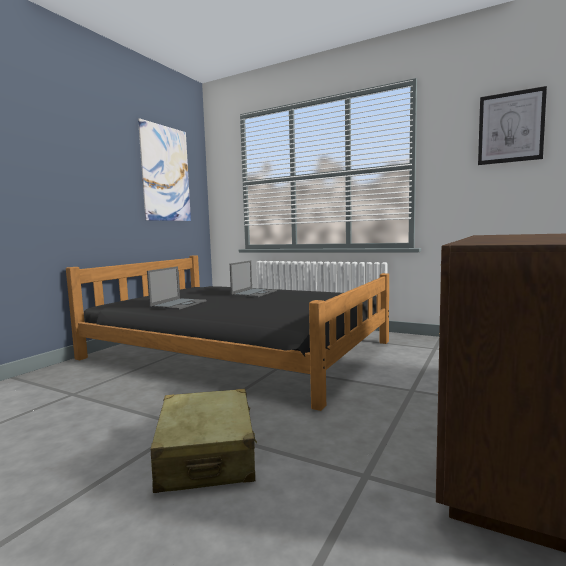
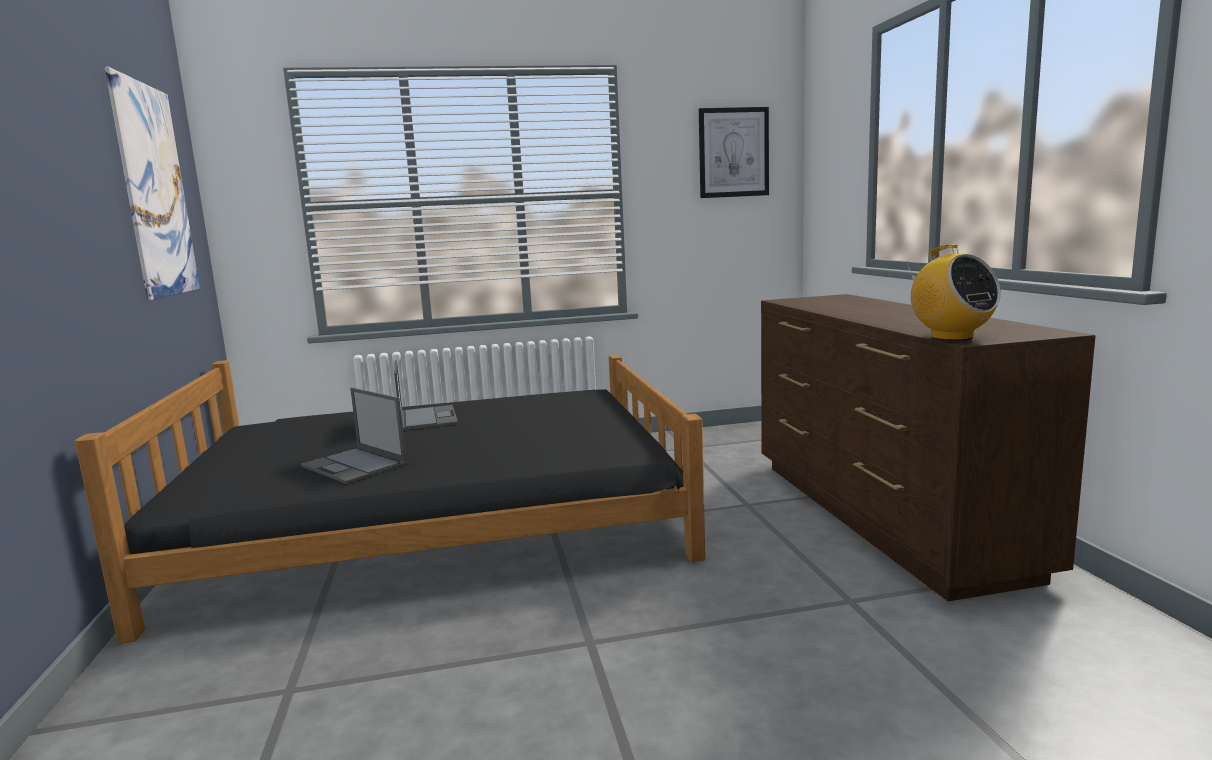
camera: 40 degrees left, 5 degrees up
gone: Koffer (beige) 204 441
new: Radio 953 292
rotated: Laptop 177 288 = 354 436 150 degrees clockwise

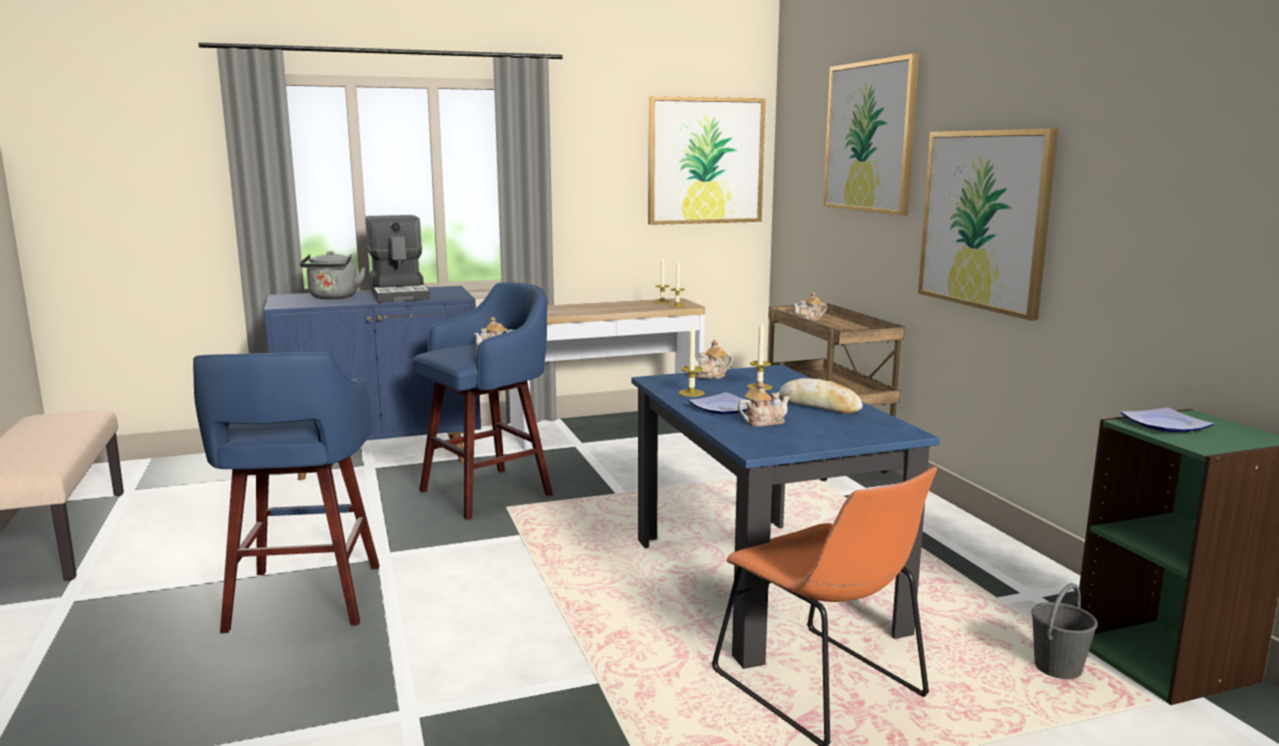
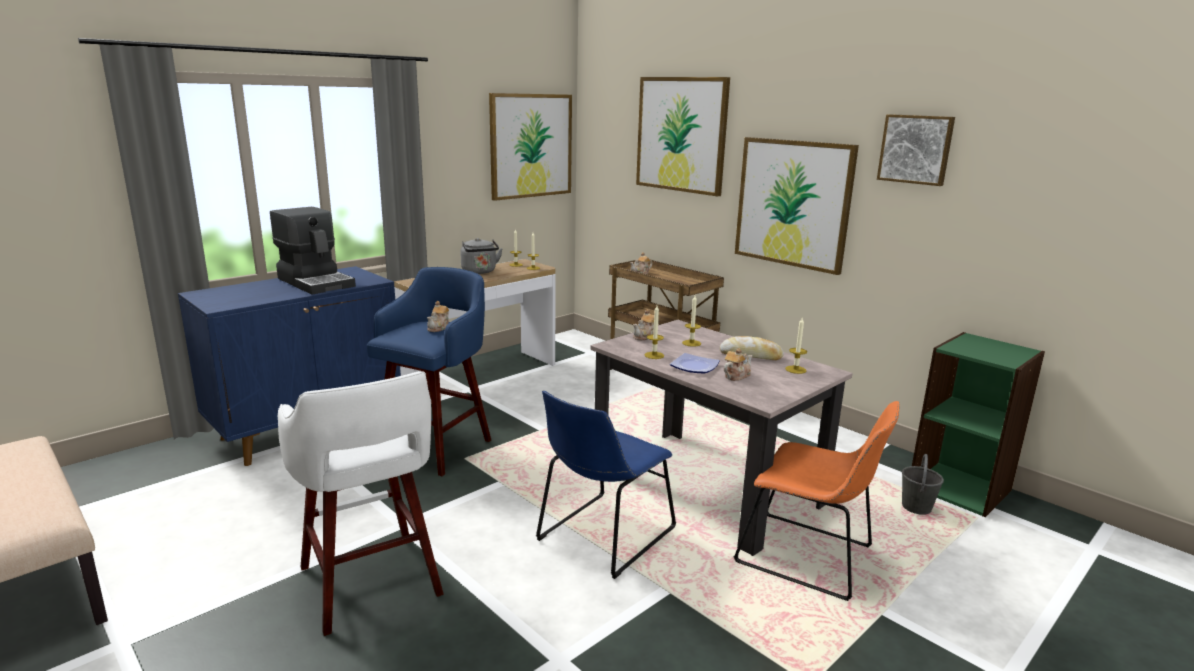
camera: 25 degrees left, 5 degrees up
gone: Teller 1167 420
new: Stuhl (blau) 606 485; Kerze 796 346; Bild 916 150
shifted: Wasserkessel (grau) 333 275 to 481 256
repainted: Hocker (blau) 286 492 to Hocker (weiß) 361 503; Esstisch (blau) 785 517 to Esstisch (beige) 721 438

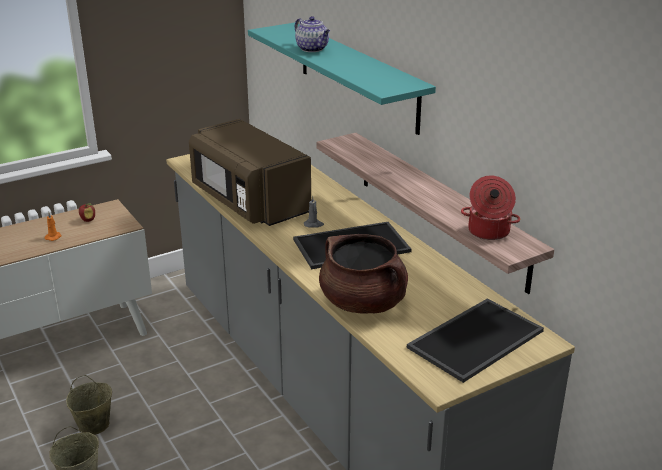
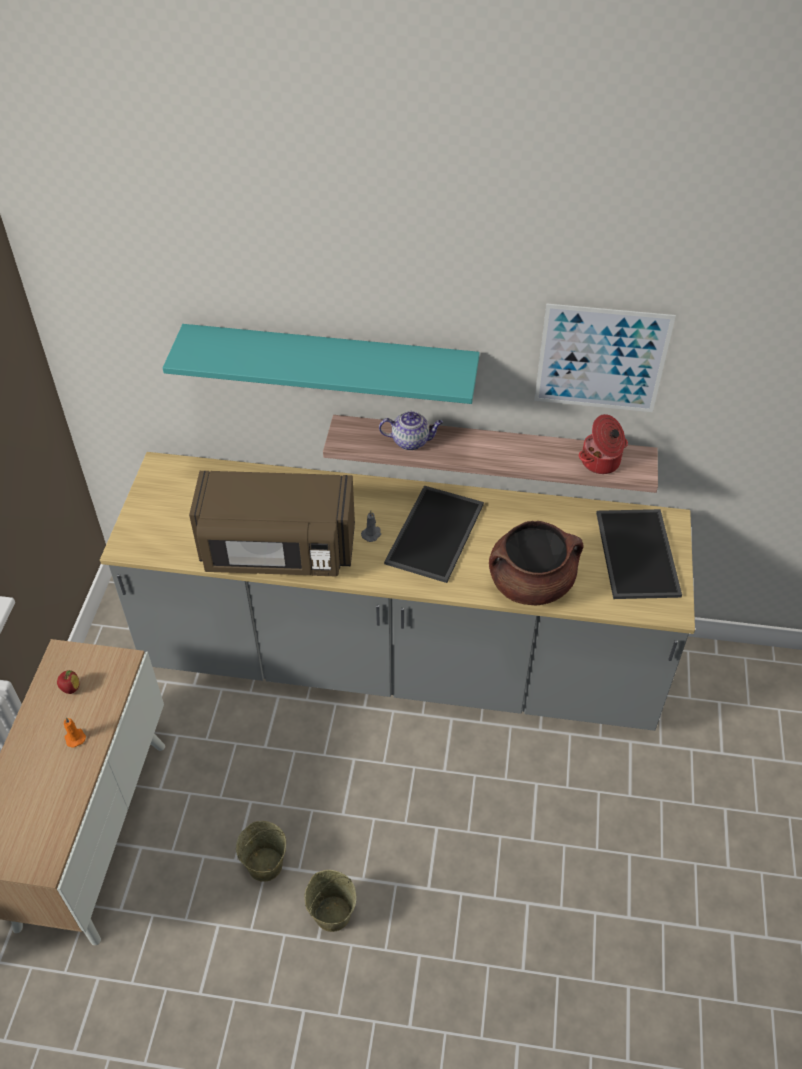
camera: 50 degrees left, 20 degrees up
new: Bild 605 357
shifted: Teekanne 312 34 to 411 430

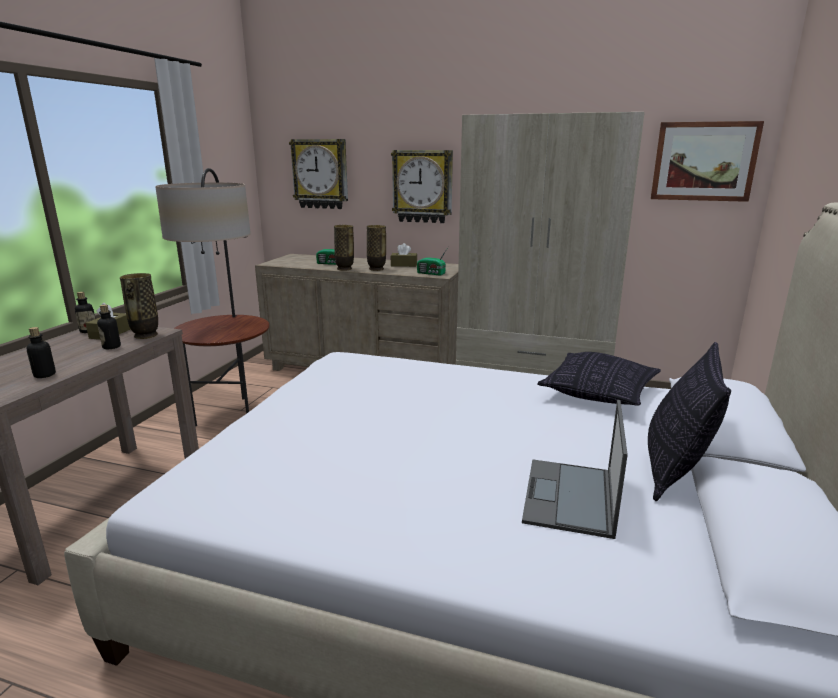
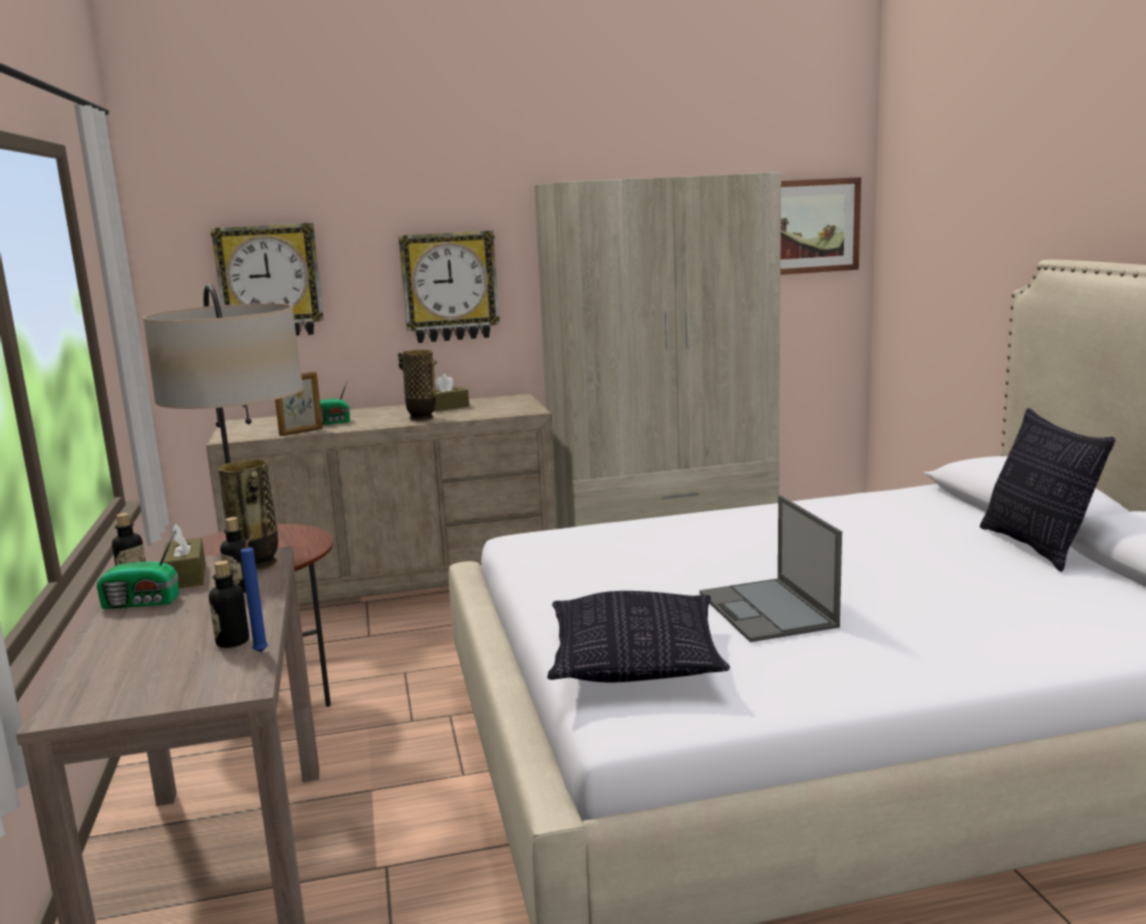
camera: 30 degrees left, 5 degrees down
gone: Vase 344 248
new: Kerze (blau) 254 593; Bilderrahmen 299 404
shifted: Radio 432 261 to 138 569; Laptop 575 469 to 770 568; Kissen 599 379 to 638 636

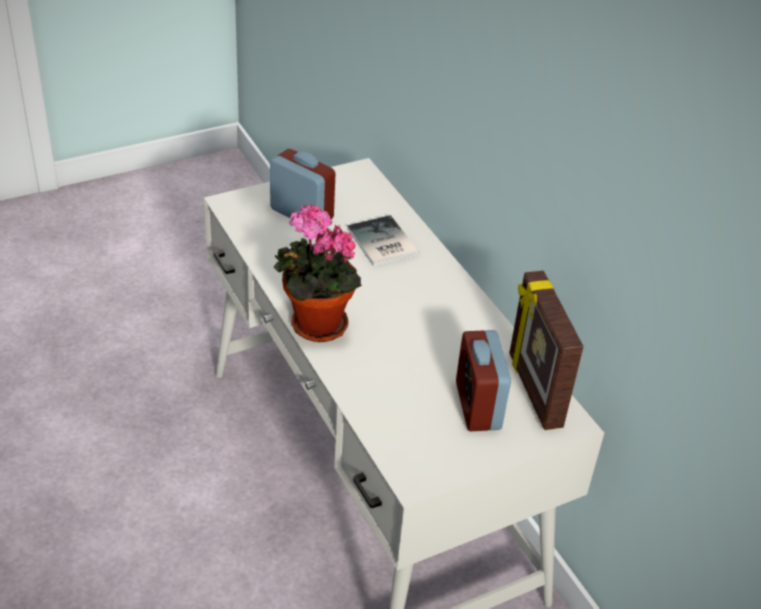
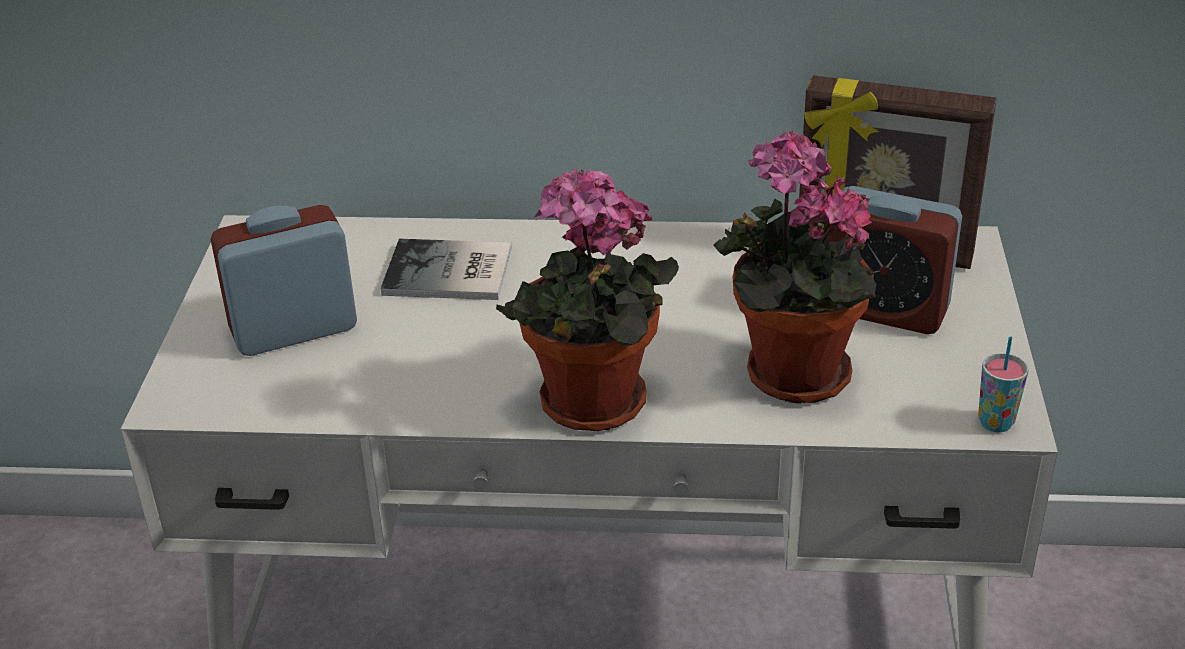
camera: 55 degrees left, 5 degrees down
new: Topfpflanze 794 267; Tasse 1003 384

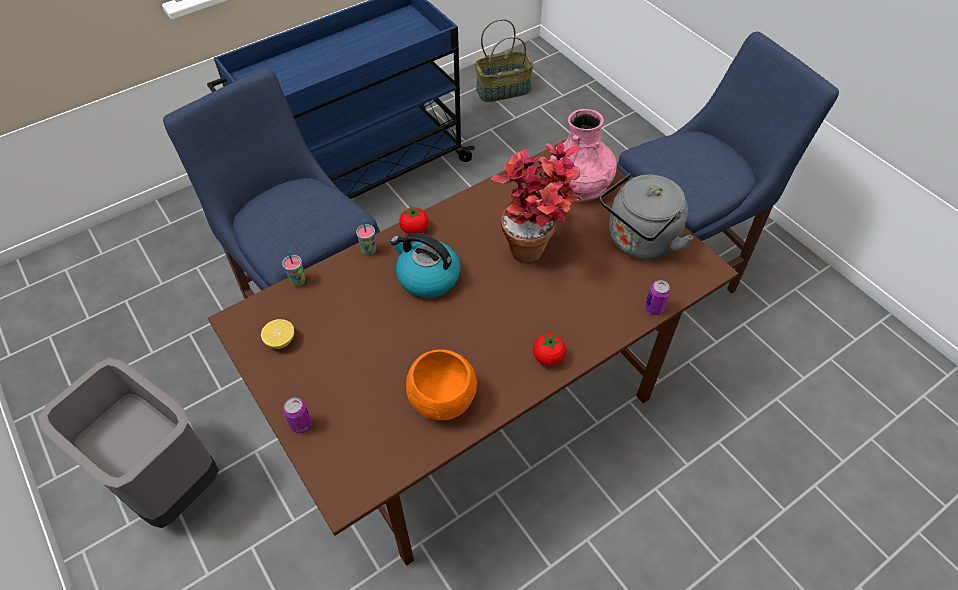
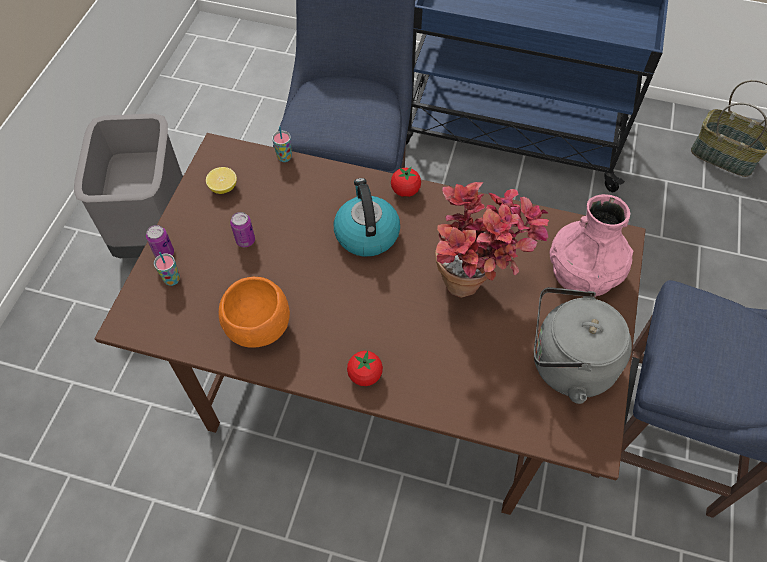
camera: 50 degrees right, 5 degrees up
shifted: Tasse 366 237 to 167 269; Dose 658 297 to 242 229

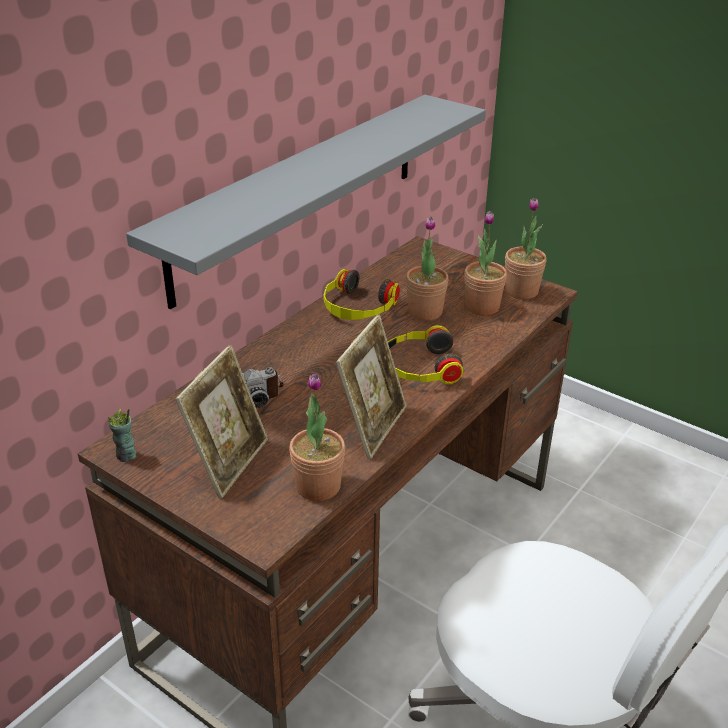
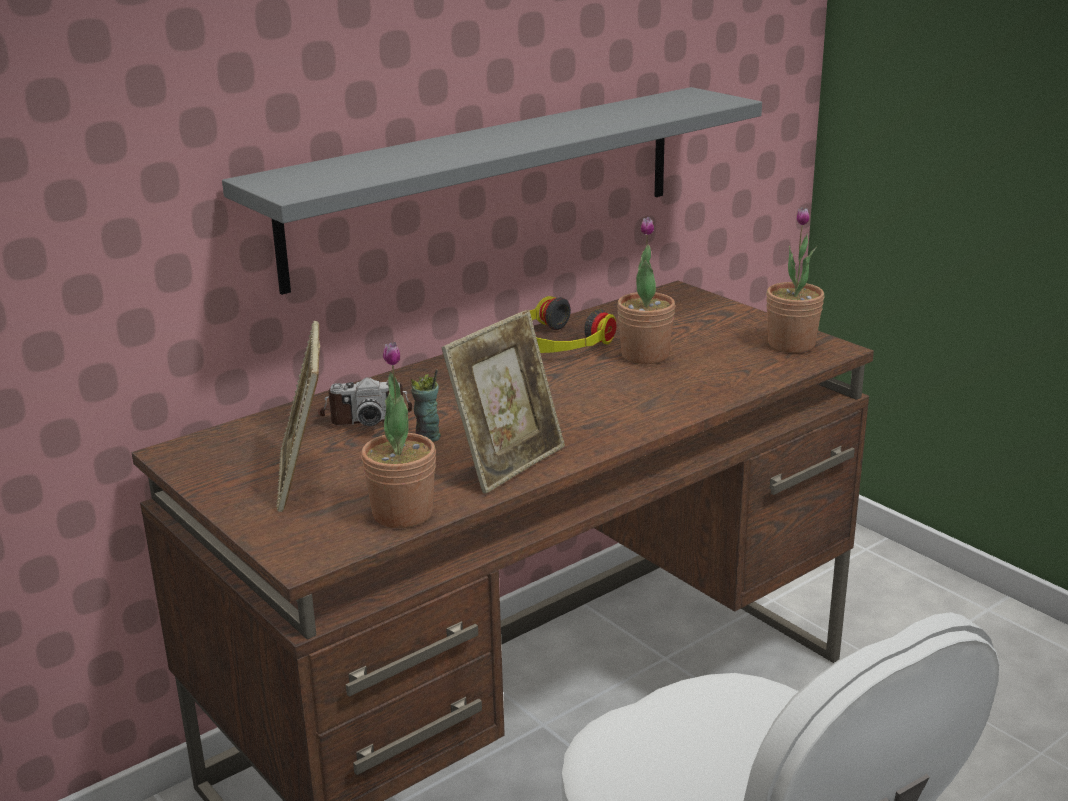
camera: 15 degrees right, 10 degrees down
gone: Kopfhörer 425 354; Topfpflanze 485 263
shifted: Tasse 122 435 to 426 405
rotated: Bilderrahmen 221 422 = 298 416 135 degrees clockwise

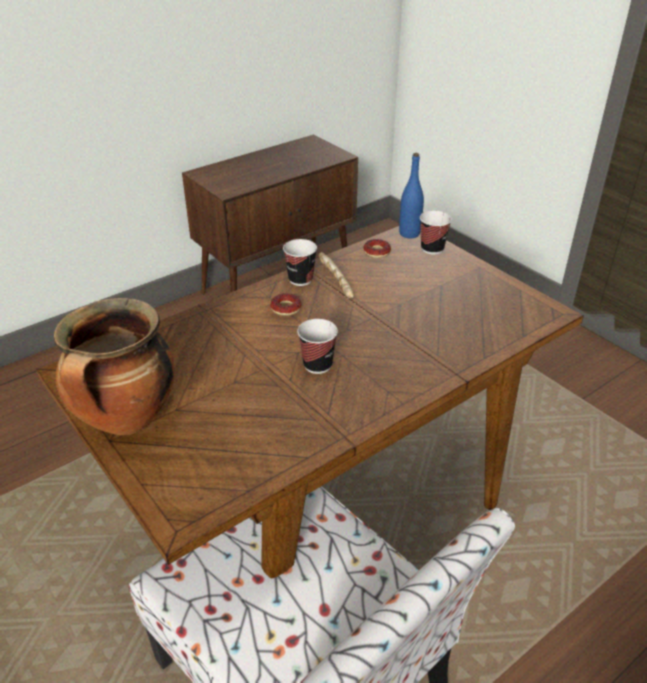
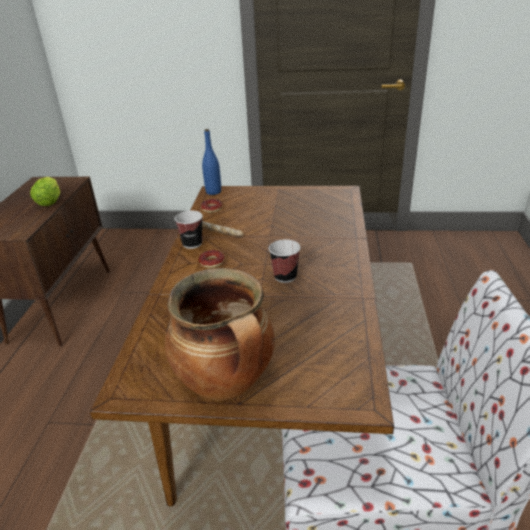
camera: 45 degrees left, 5 degrees down
gone: Tasse 436 232
new: Salatkopf 45 191

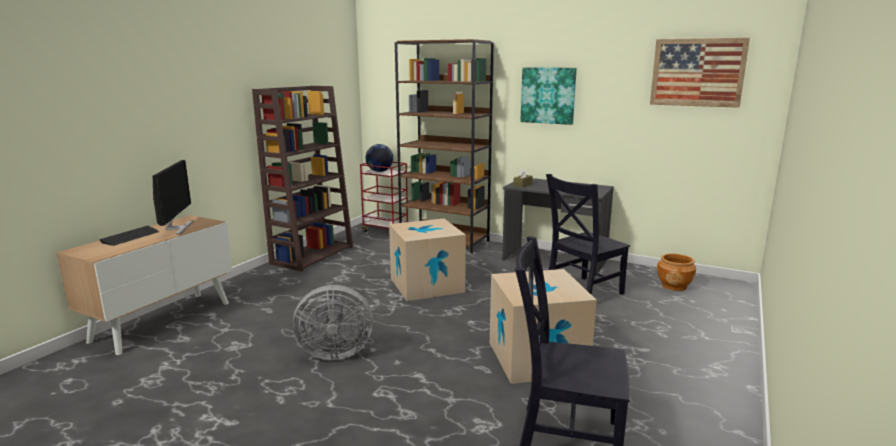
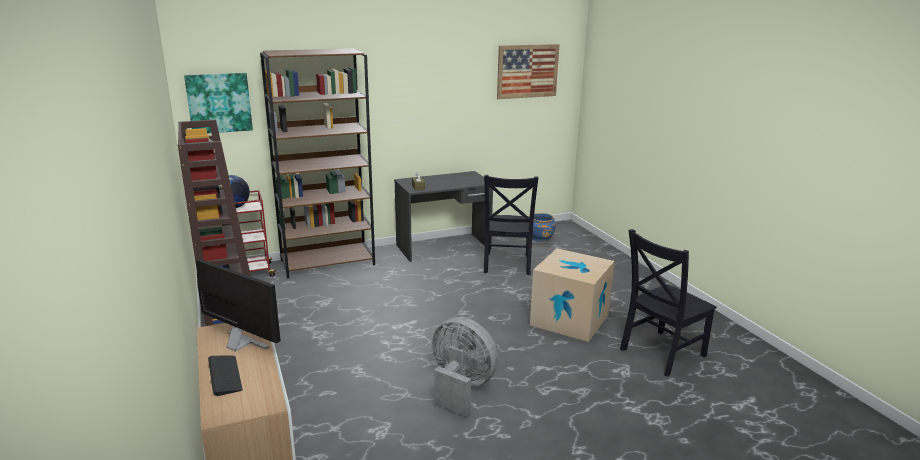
camera: 50 degrees left, 5 degrees up
gone: Karton 427 260
shifted: Bild 548 96 to 218 103
repainted: Pflanzkübel (braun) 676 272 to Pflanzkübel (blau) 544 227
rotated: Ventilator (grau) 333 322 = 465 367 90 degrees counterclockwise

